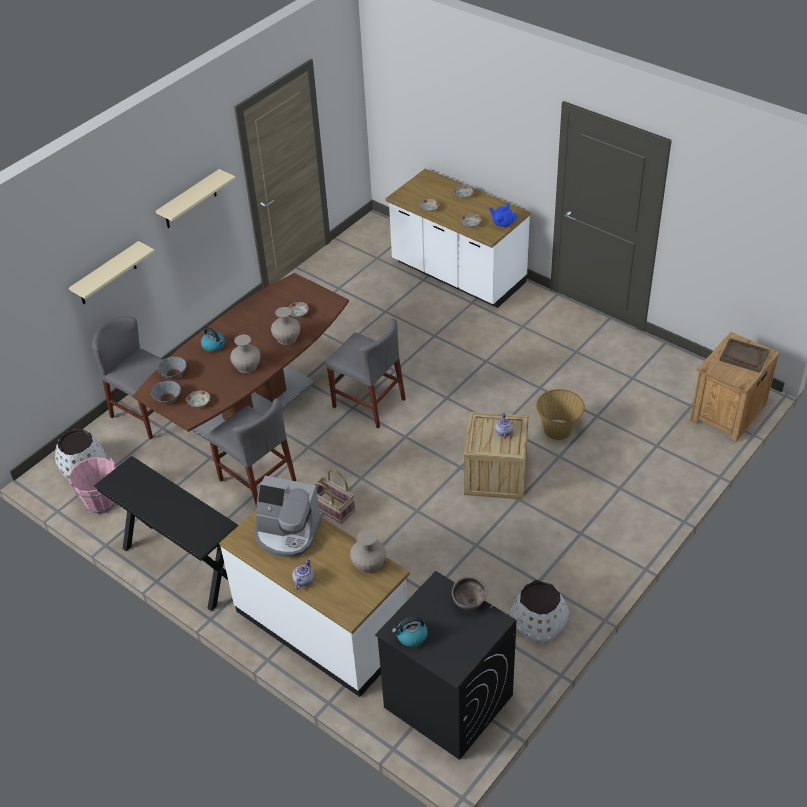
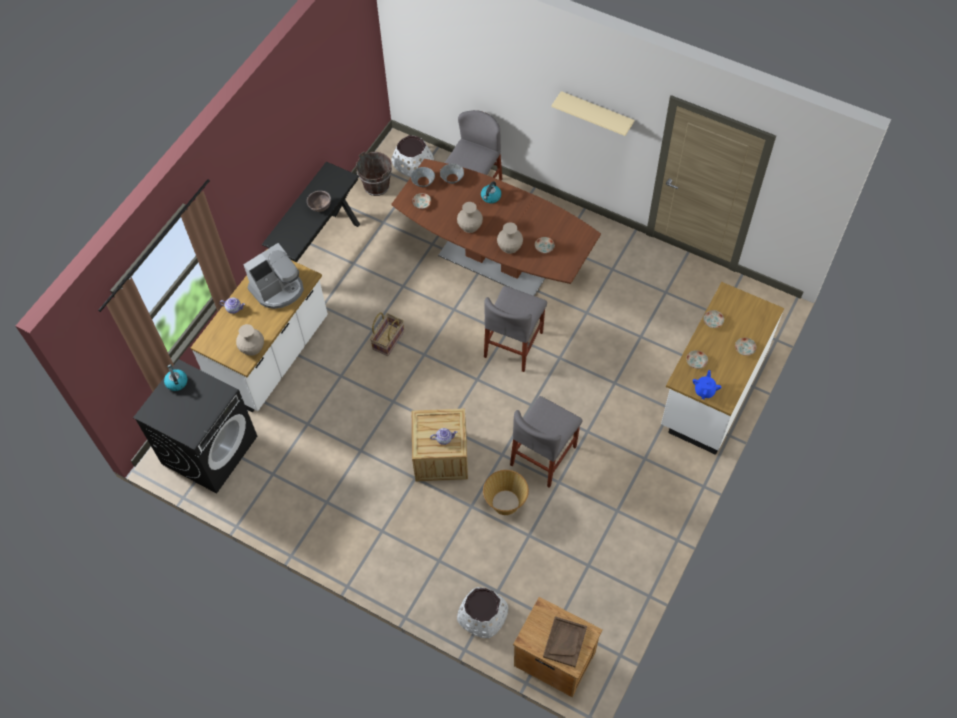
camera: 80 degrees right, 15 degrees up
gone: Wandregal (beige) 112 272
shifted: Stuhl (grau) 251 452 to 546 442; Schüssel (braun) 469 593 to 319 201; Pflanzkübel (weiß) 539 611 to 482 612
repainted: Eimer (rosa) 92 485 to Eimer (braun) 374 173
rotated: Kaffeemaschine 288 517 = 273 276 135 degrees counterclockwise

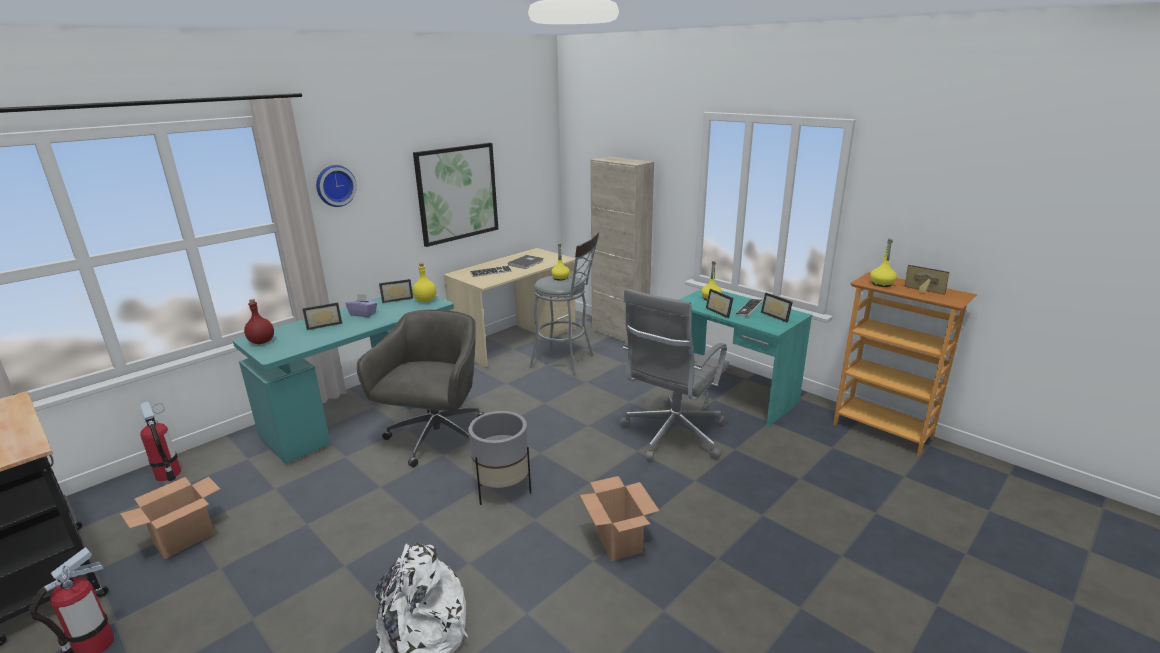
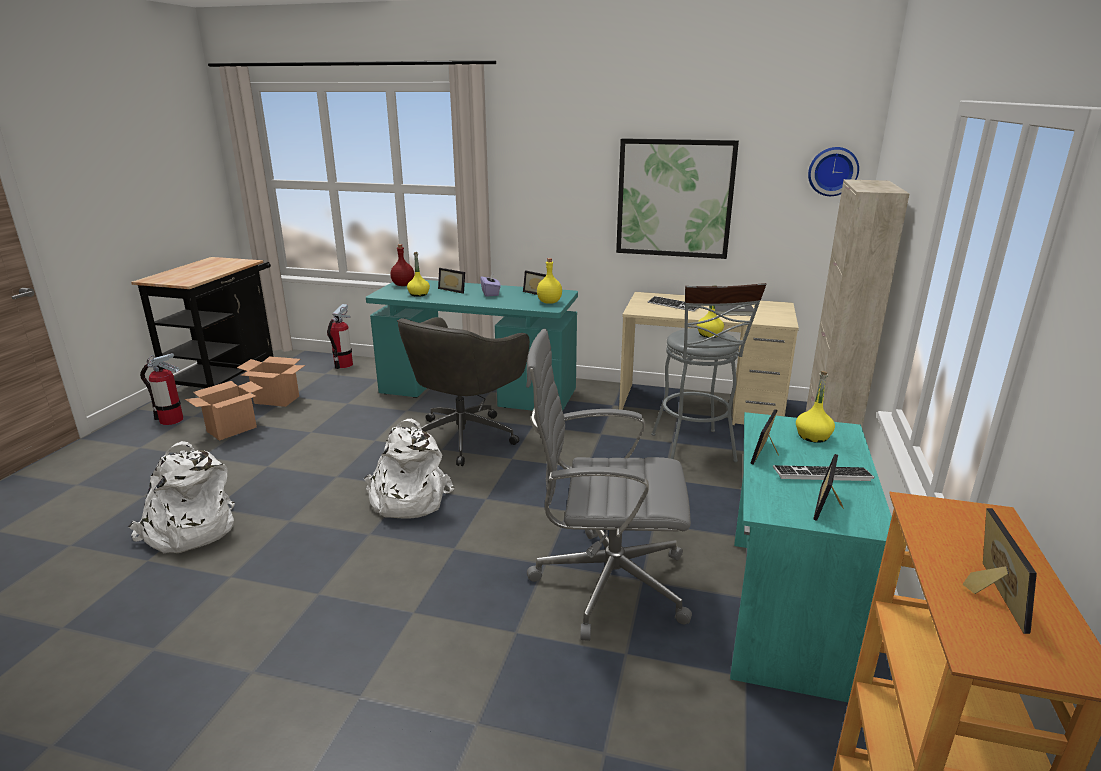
camera: 60 degrees right, 0 degrees up
shifted: Wanduhr 336 186 to 833 171; Karton 619 518 to 224 411; Flasche (gelb) 883 263 to 418 274
swapped: Pflanzkübel (grau) 499 458 to Rucksack (weiß) 409 469
rotated: Bürostuhl (grau) 420 388 = 463 391 135 degrees clockwise

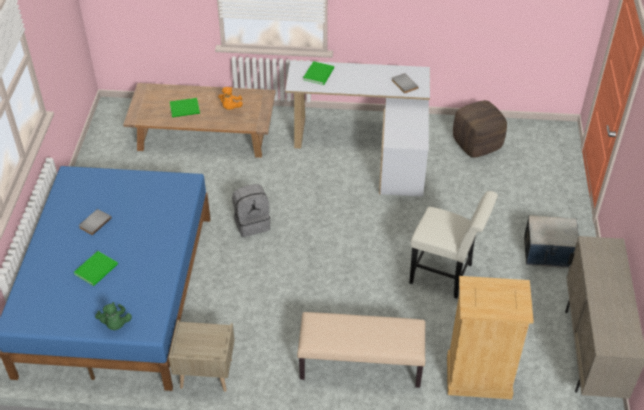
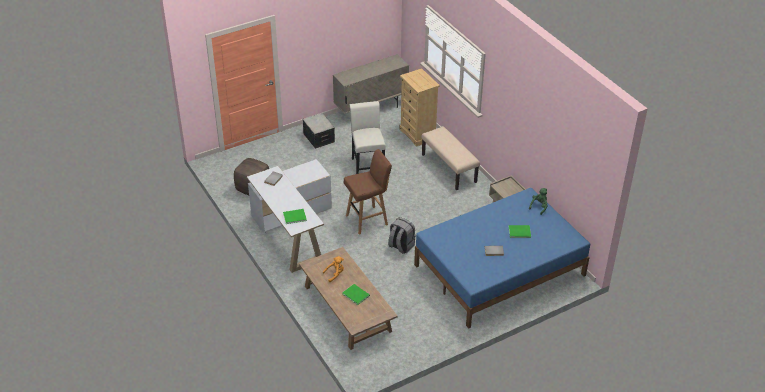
camera: 125 degrees left, 5 degrees down
new: Hocker (braun) 368 192

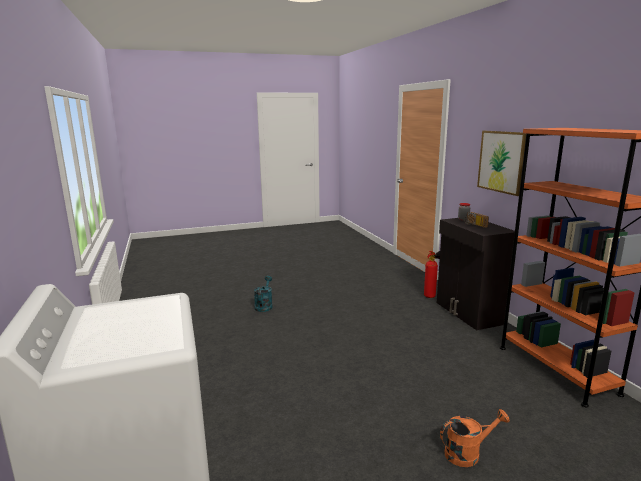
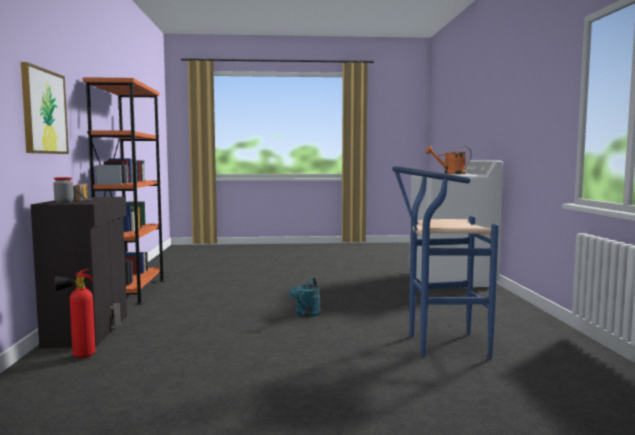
camera: 165 degrees left, 10 degrees down
new: Hocker (blau) 445 262
shifted: Gießkanne (türkis) 263 294 to 305 297; Gießkanne (orange) 475 438 to 449 160

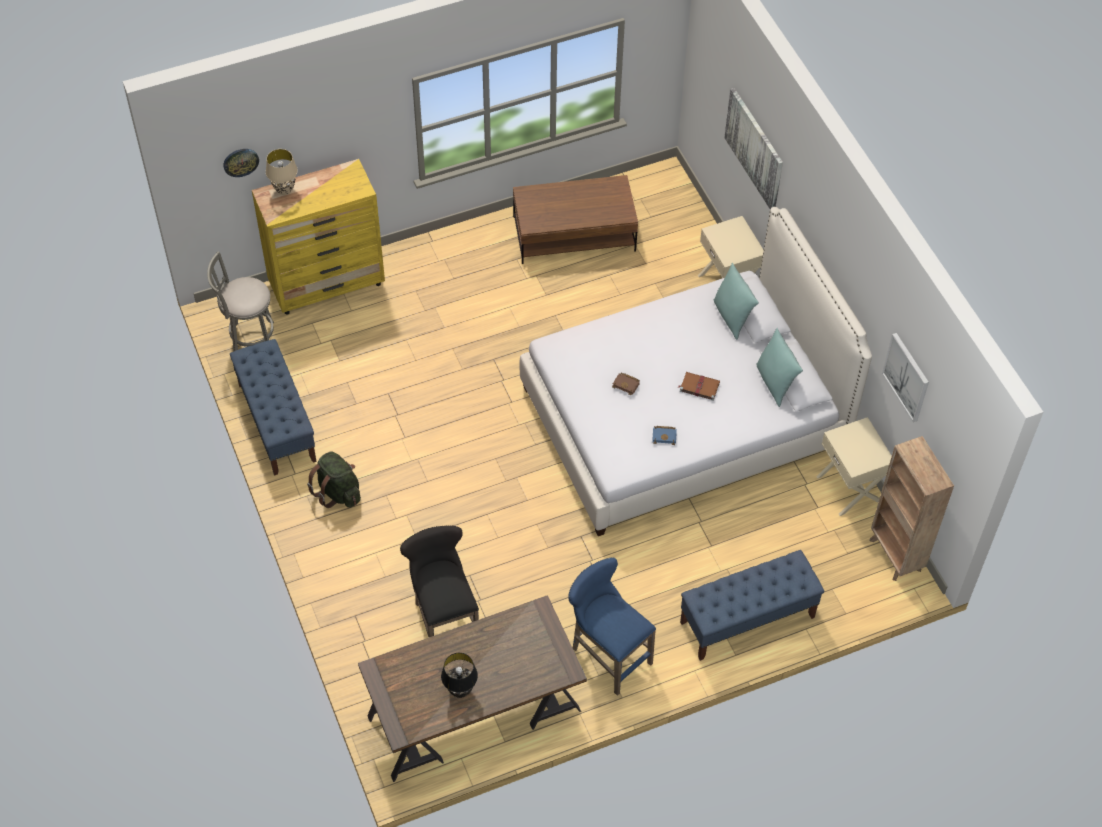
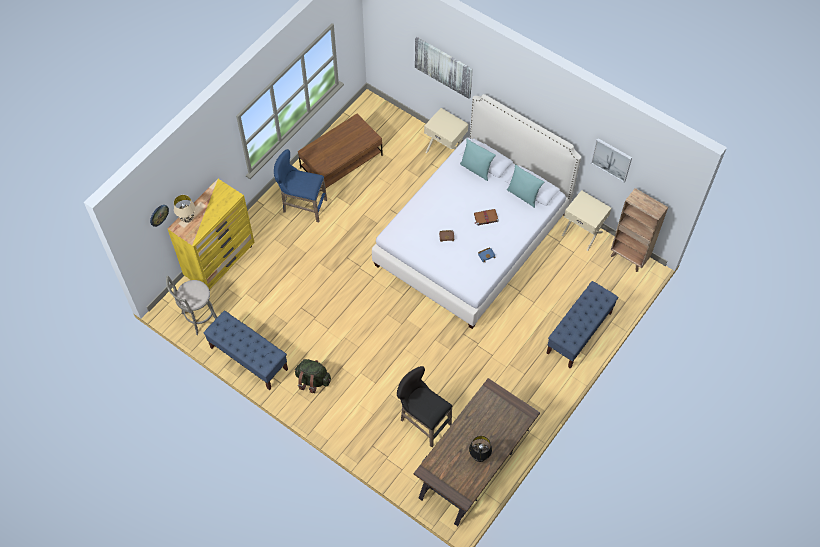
camera: 30 degrees left, 5 degrees up
shifted: Hocker (blau) 612 627 to 300 185

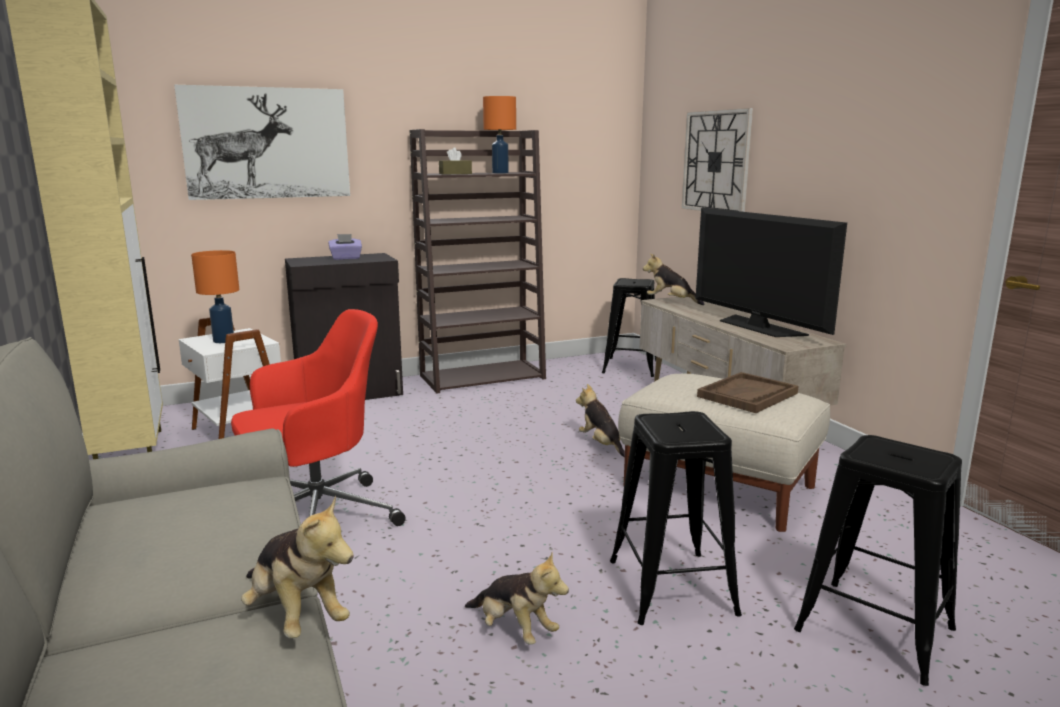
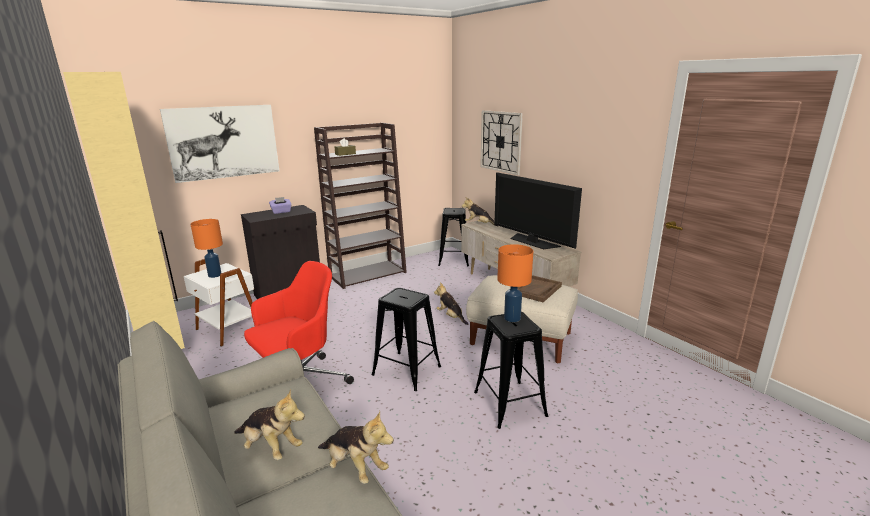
camera: 10 degrees left, 5 degrees up
shifted: Plüschtier 517 599 to 269 424; Tischlampe (orange) 499 134 to 515 283; Hocker (schwarz) 878 560 to 406 339

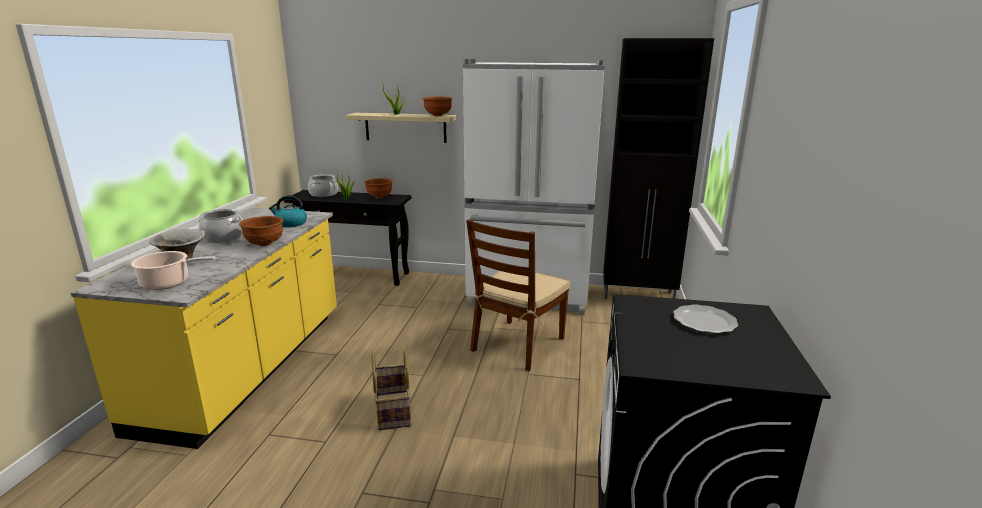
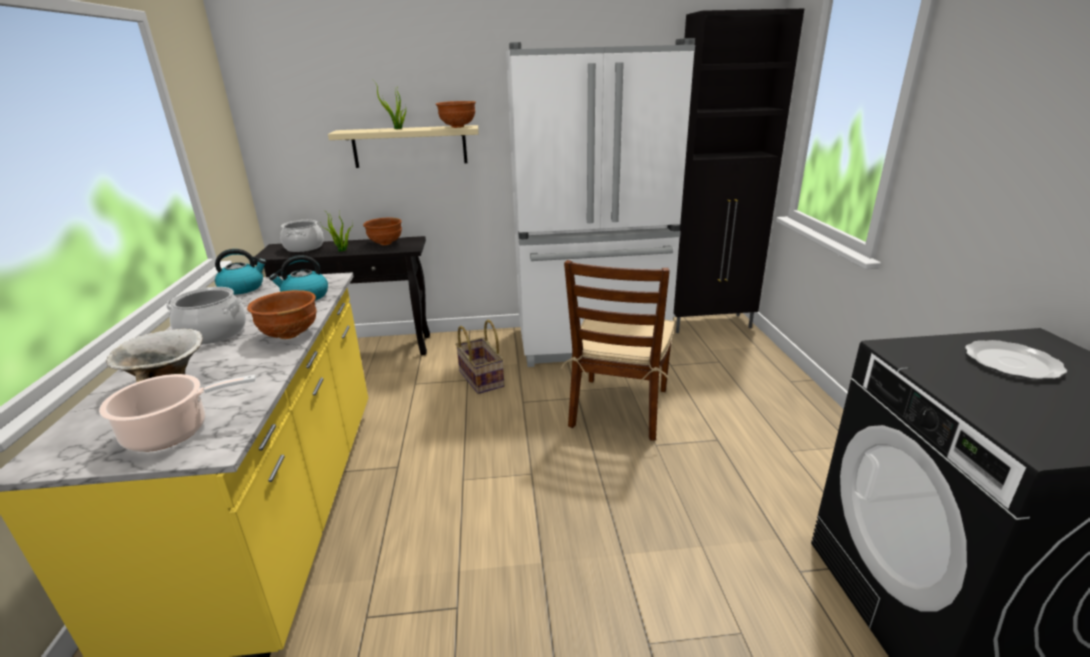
camera: 15 degrees left, 5 degrees up
new: Wasserkessel 241 272
shifted: Korb 391 389 to 480 357

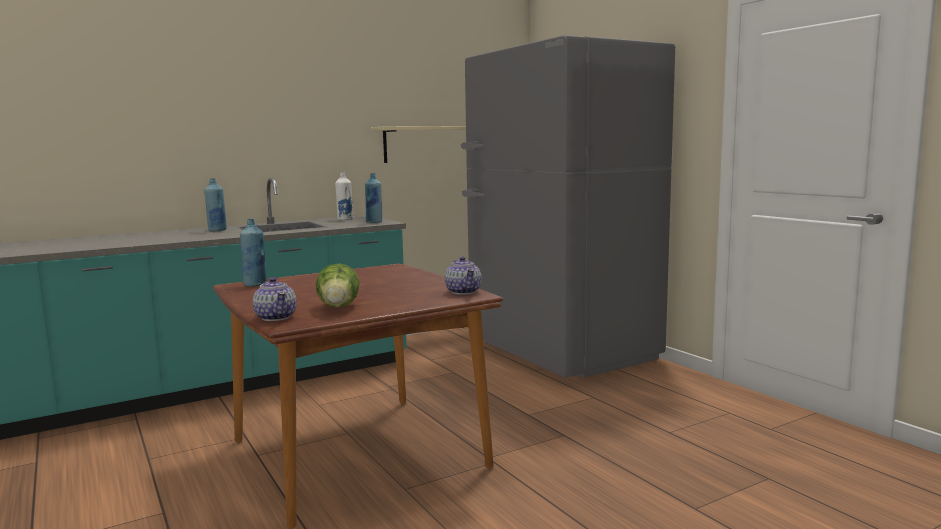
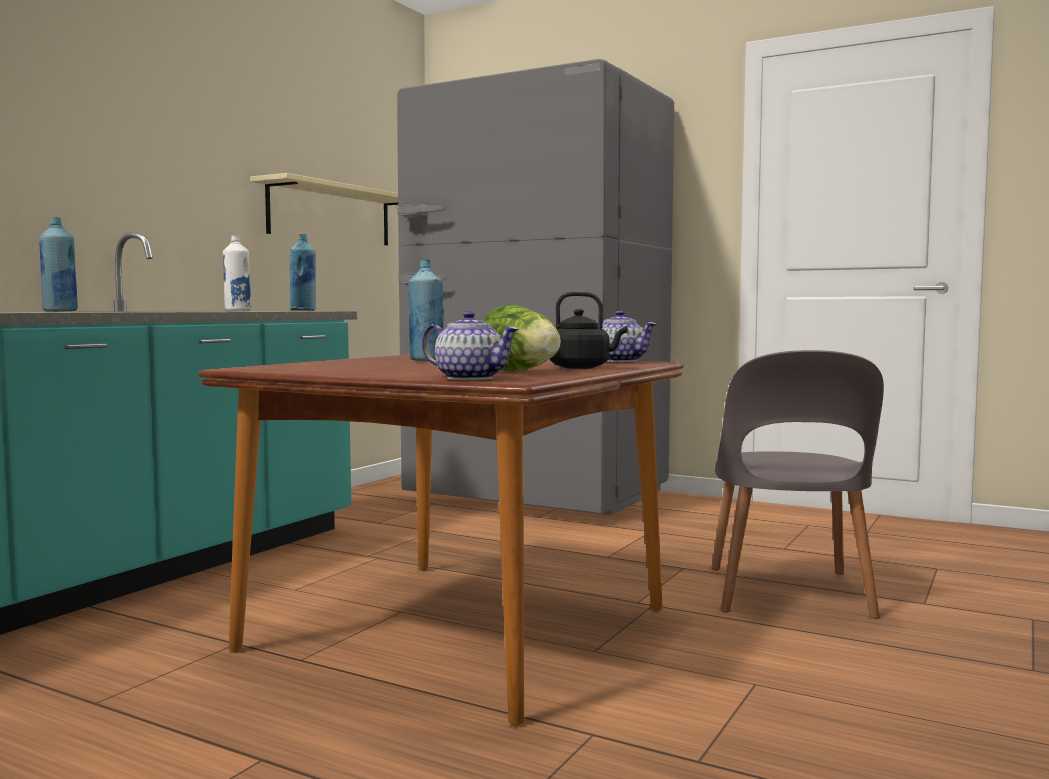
camera: 30 degrees left, 5 degrees down
new: Wasserkessel (schwarz) 588 330; Stuhl (grau) 798 484
shifted: Flasche (blau) 253 253 to 426 310

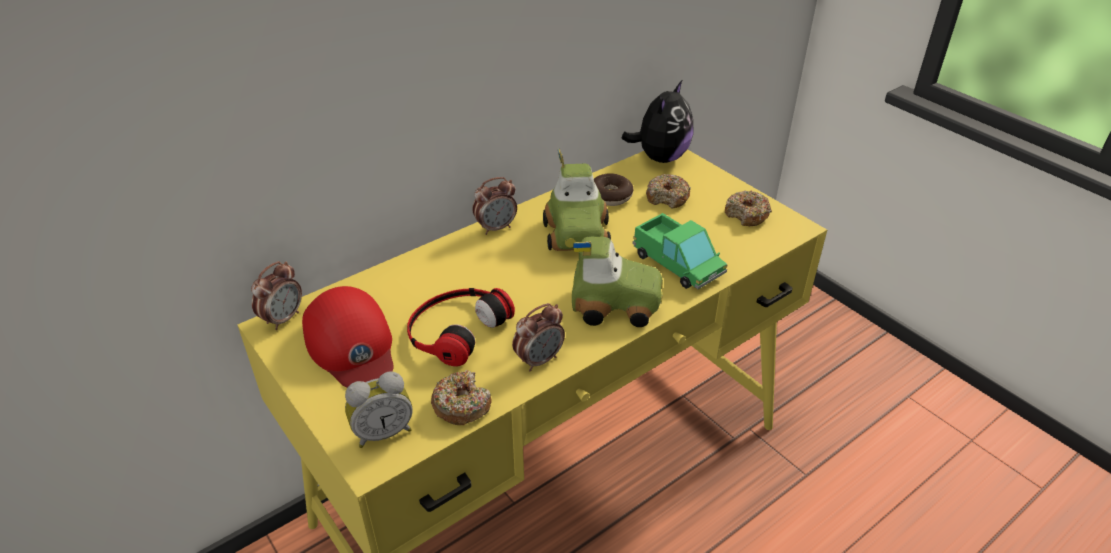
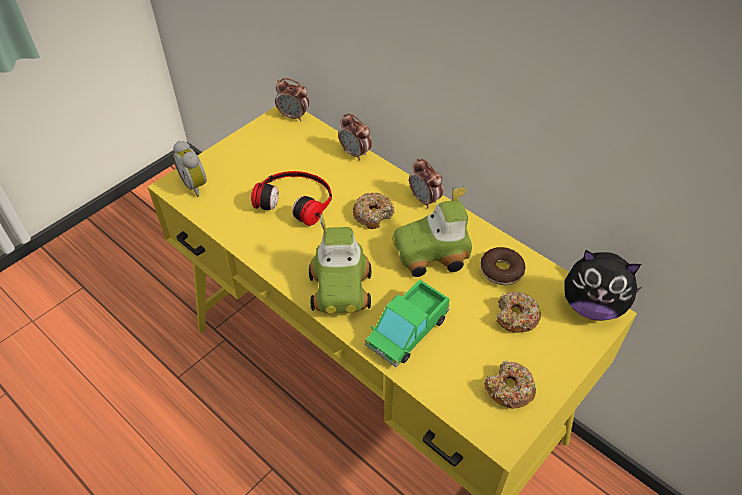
camera: 80 degrees right, 10 degrees up
gone: Kappe (rot) 347 337
shifted: Donut 461 397 to 374 210; Wecker 538 337 to 355 137

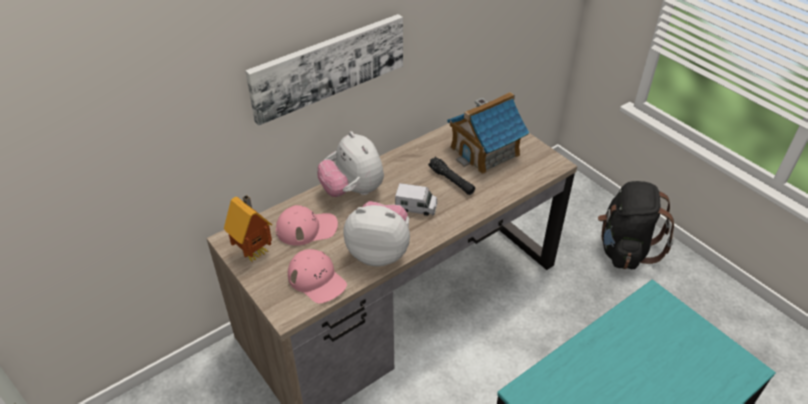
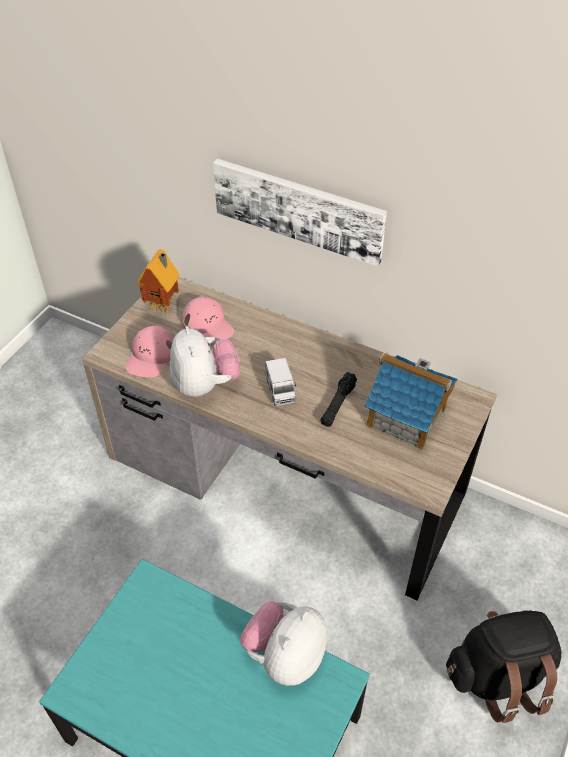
camera: 65 degrees right, 5 degrees up
shifted: Plüschtier 350 164 to 283 643

